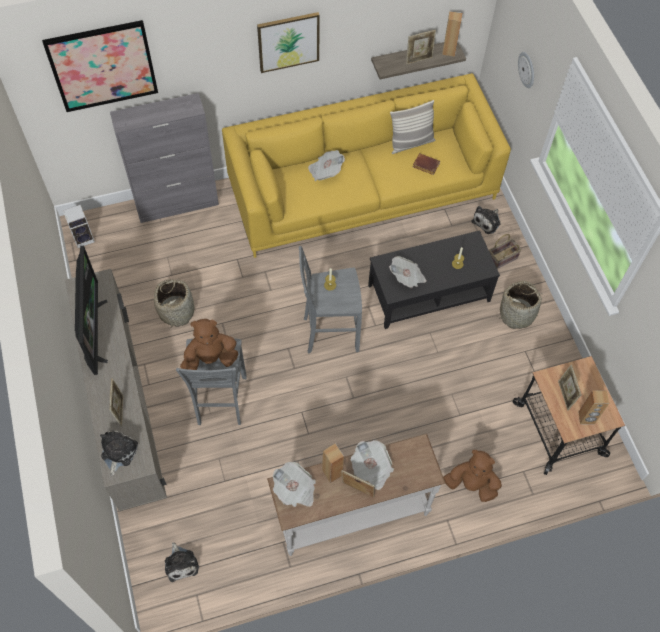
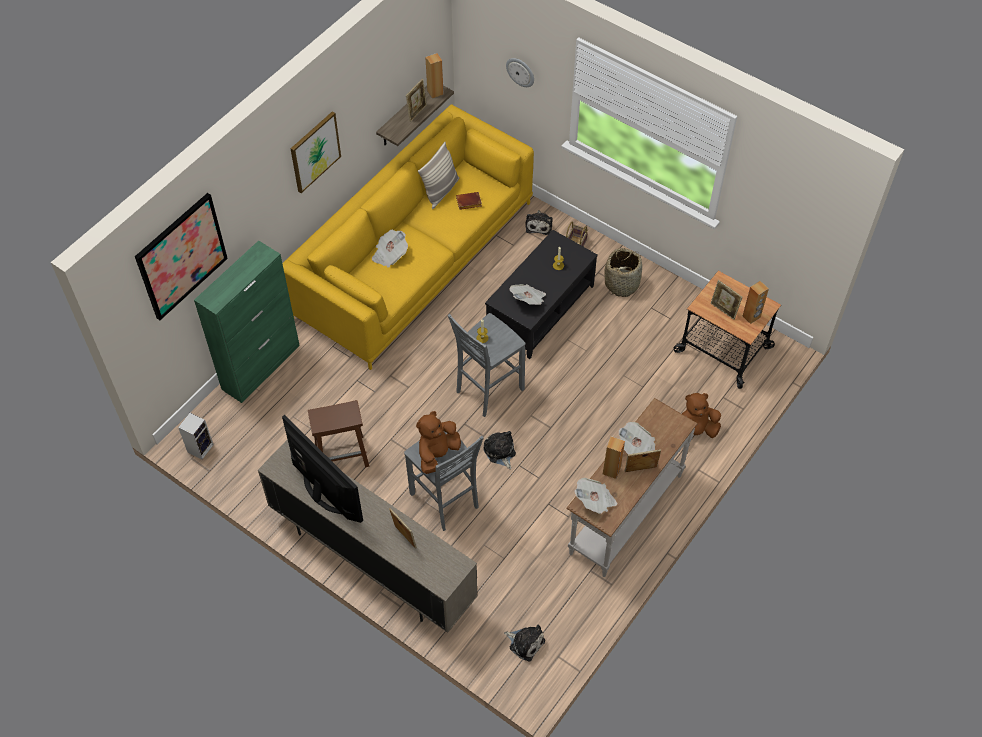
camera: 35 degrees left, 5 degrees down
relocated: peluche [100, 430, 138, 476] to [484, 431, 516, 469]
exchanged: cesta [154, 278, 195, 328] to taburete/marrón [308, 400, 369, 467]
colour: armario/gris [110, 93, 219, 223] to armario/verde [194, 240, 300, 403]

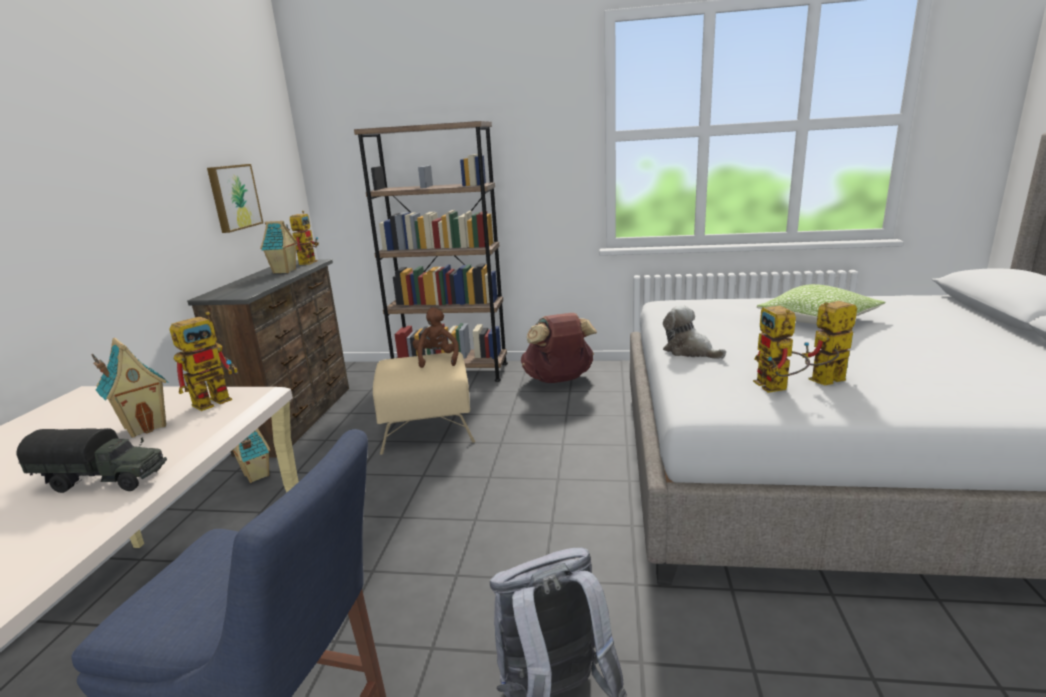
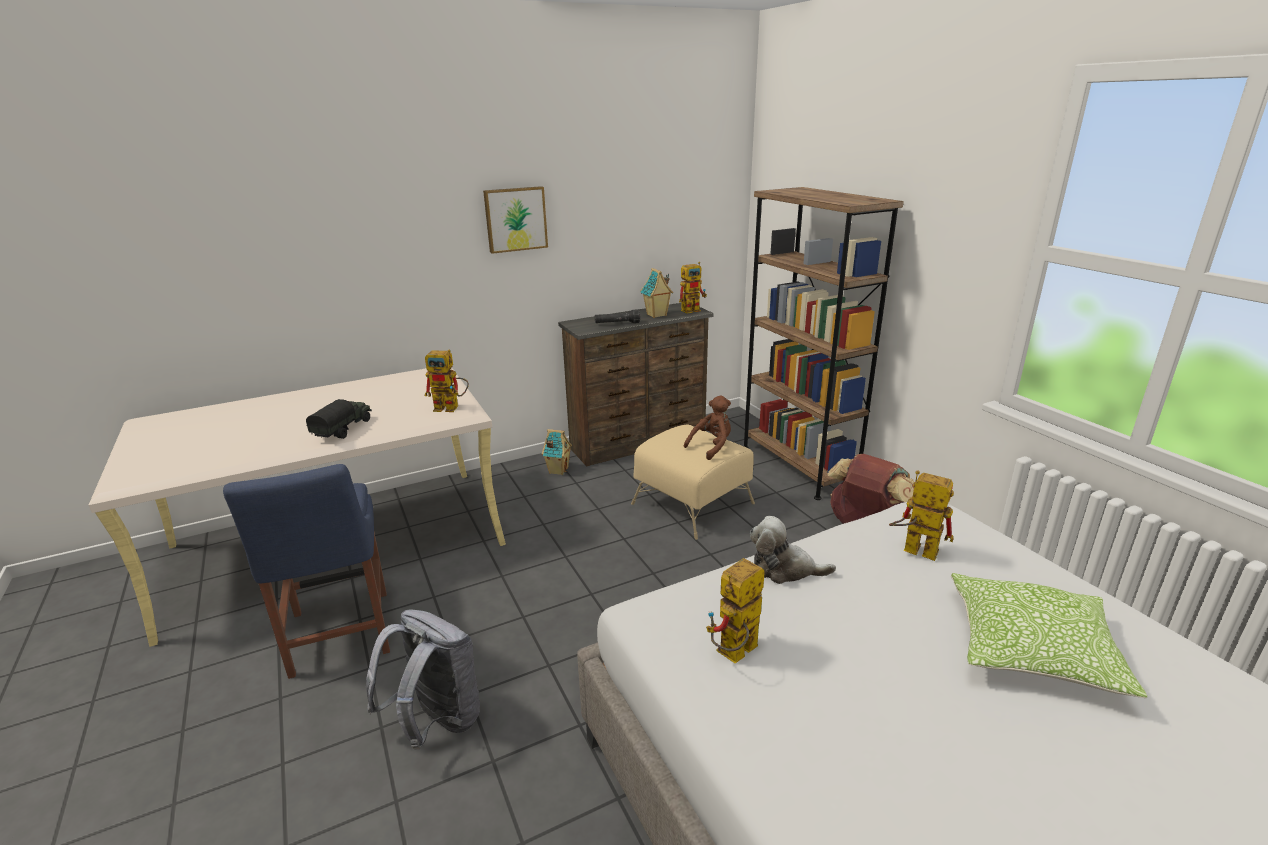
camera: 55 degrees right, 5 degrees up
missing: casita [92, 338, 168, 437]
appeared: linterna/negro [595, 309, 640, 323]
relocated: cuadro [207, 164, 263, 233] to [483, 186, 548, 254]; robot de juguete [802, 301, 857, 386] to [889, 471, 954, 561]
spun: peluche [663, 305, 726, 359] = [750, 516, 836, 584] 90 degrees counterclockwise; camión de juguete [17, 428, 167, 493] = [306, 399, 372, 439] 135 degrees counterclockwise

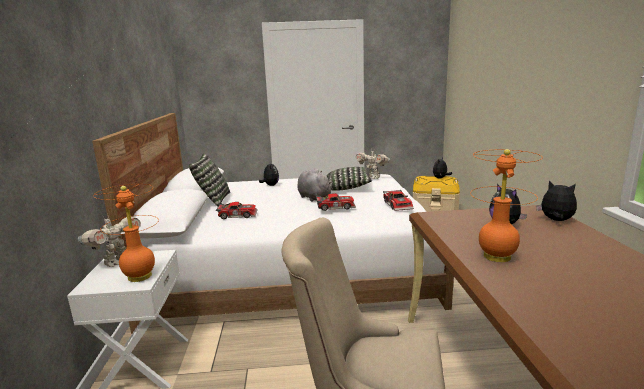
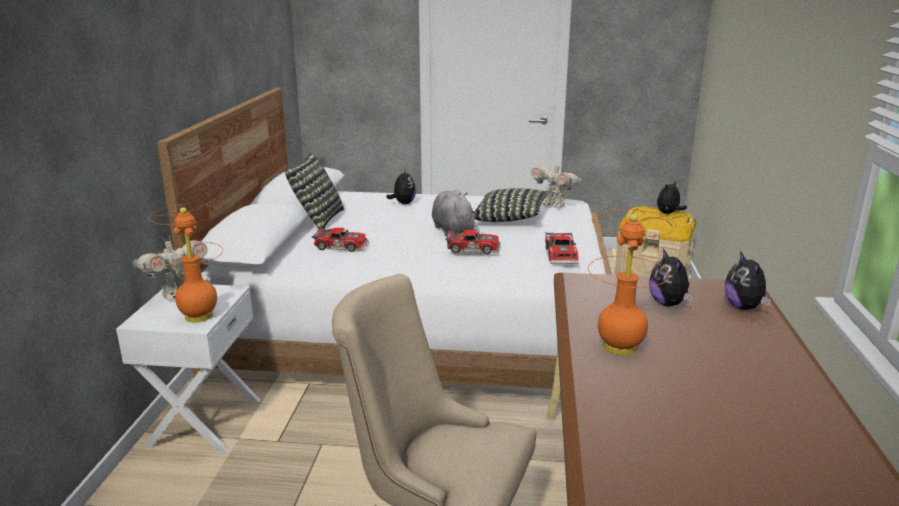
camera: 10 degrees right, 5 degrees up
spun: peluche [536, 181, 577, 221] = [725, 251, 771, 310] 150 degrees counterclockwise

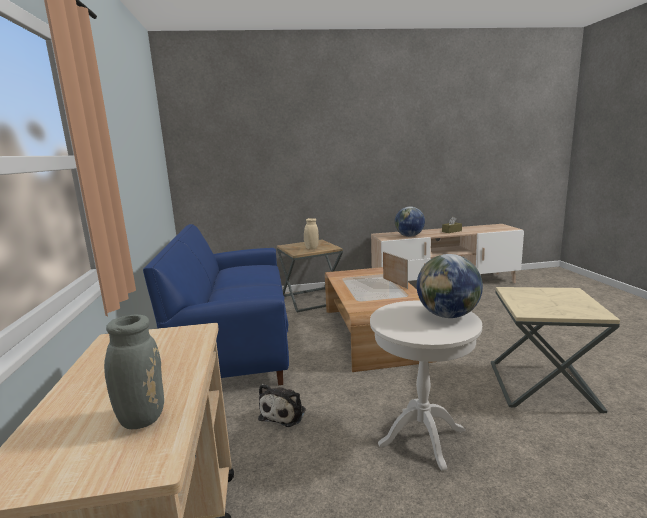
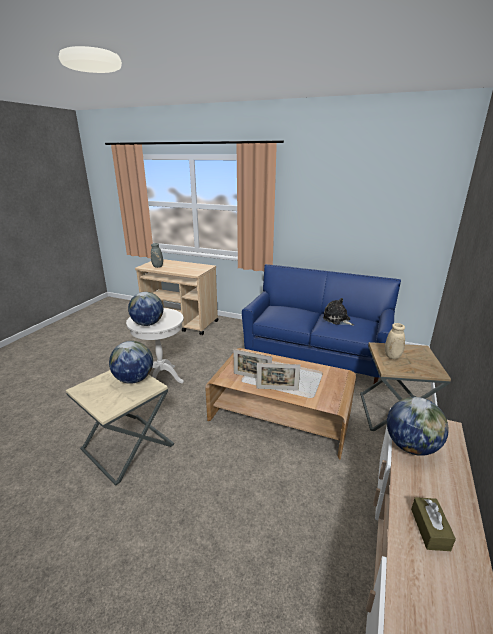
camera: 120 degrees right, 10 degrees up
appeared: globo terráqueo [109, 341, 153, 384]; portarretratos [233, 349, 272, 379]
relocated: peluche [258, 384, 305, 427] to [323, 298, 354, 326]

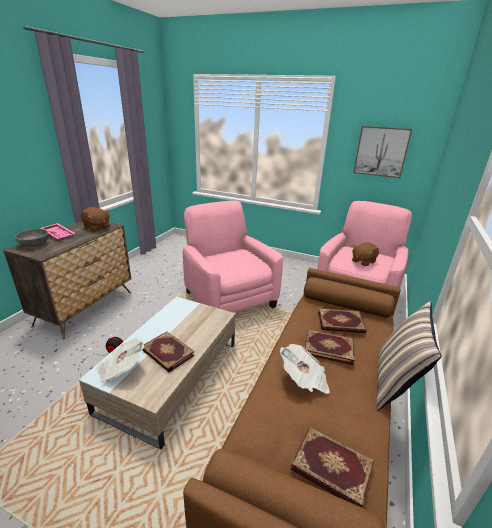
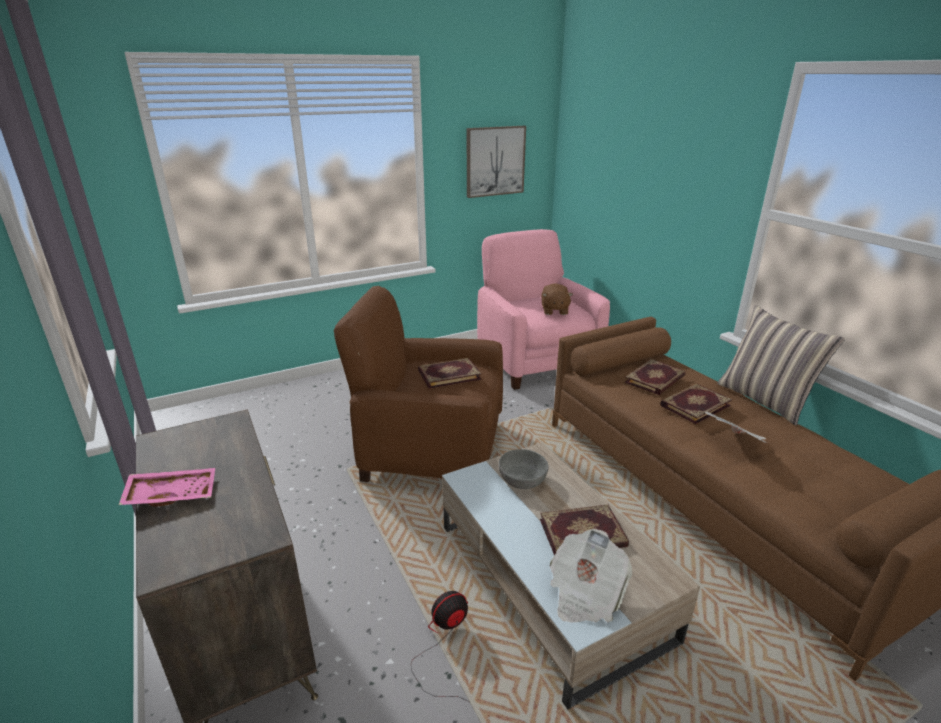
camera: 50 degrees left, 0 degrees up
missing: peluche/marrón [81, 207, 110, 231]
relocated: cuenco/gris [15, 229, 48, 247] to [498, 449, 549, 489]; libro [291, 427, 374, 508] to [418, 358, 481, 389]
colour: sillón/rosa [183, 201, 283, 312] to sillón/marrón [334, 286, 503, 482]

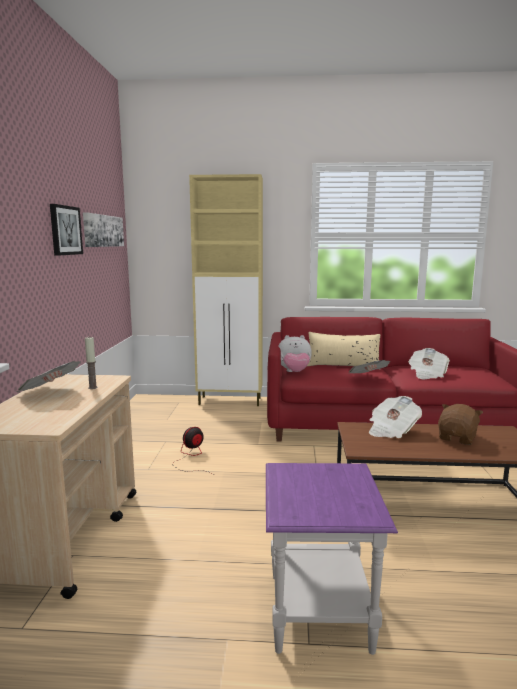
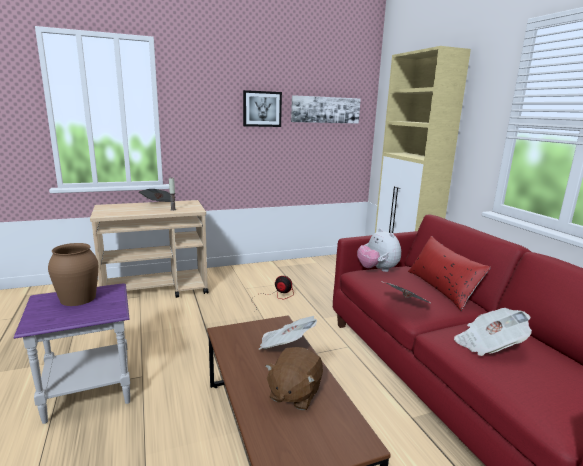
camera: 65 degrees right, 5 degrees up
appeared: florero/marrón [48, 243, 98, 306]
colour: cojín/beis [307, 332, 380, 366] to cojín/rojo [408, 236, 491, 311]
spun: peluche/marrón [438, 404, 483, 445] = [265, 347, 323, 410] 105 degrees clockwise

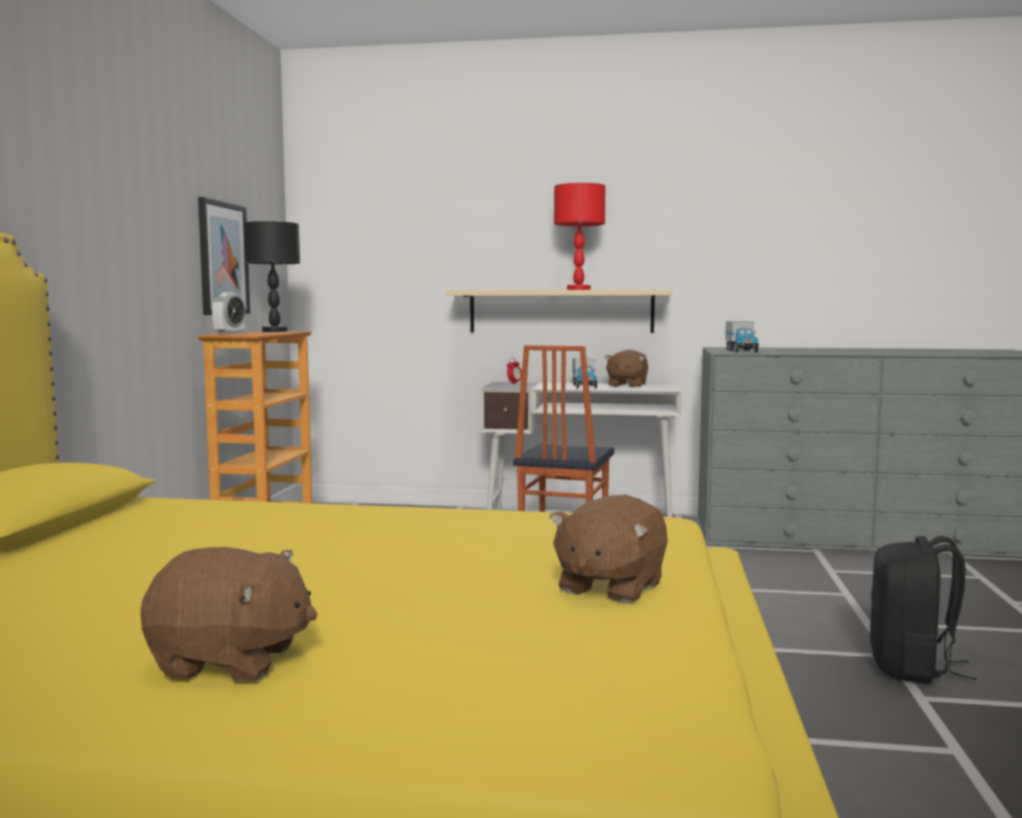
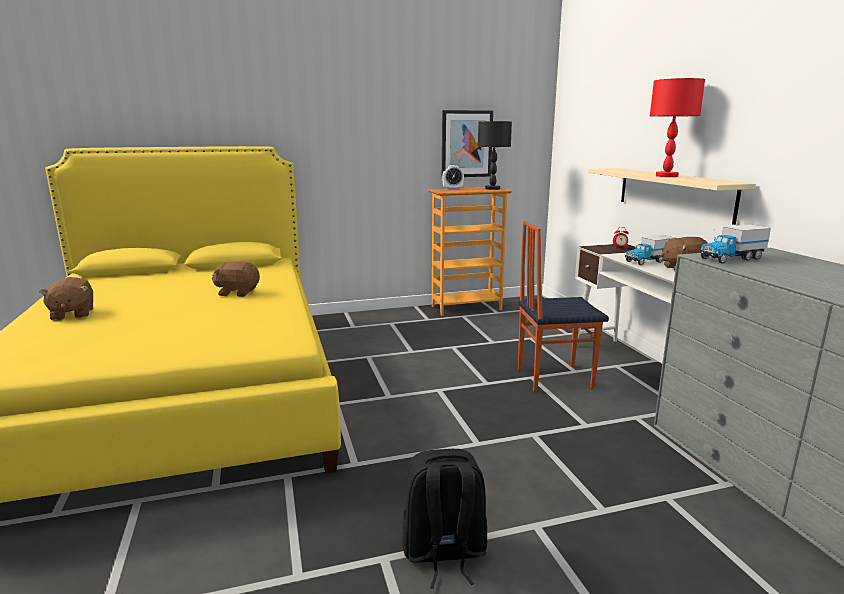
camera: 65 degrees right, 10 degrees up
relocated: peluche/marrón [550, 494, 668, 604] to [212, 261, 260, 297]

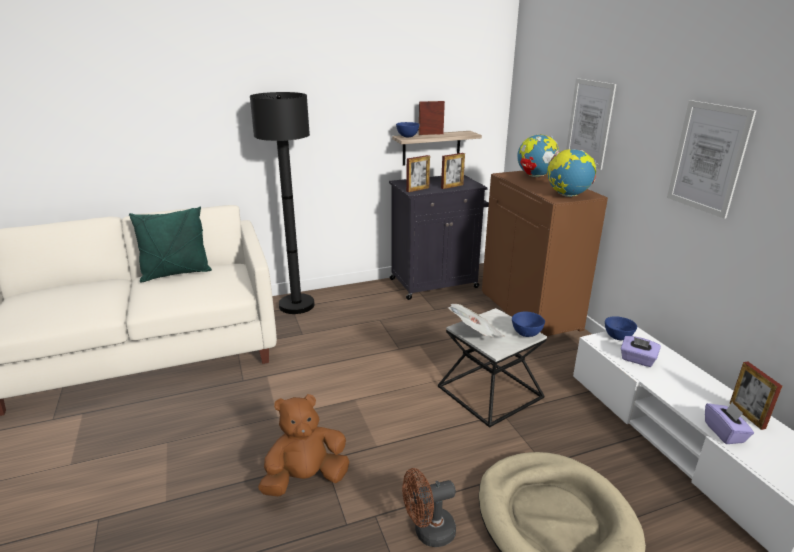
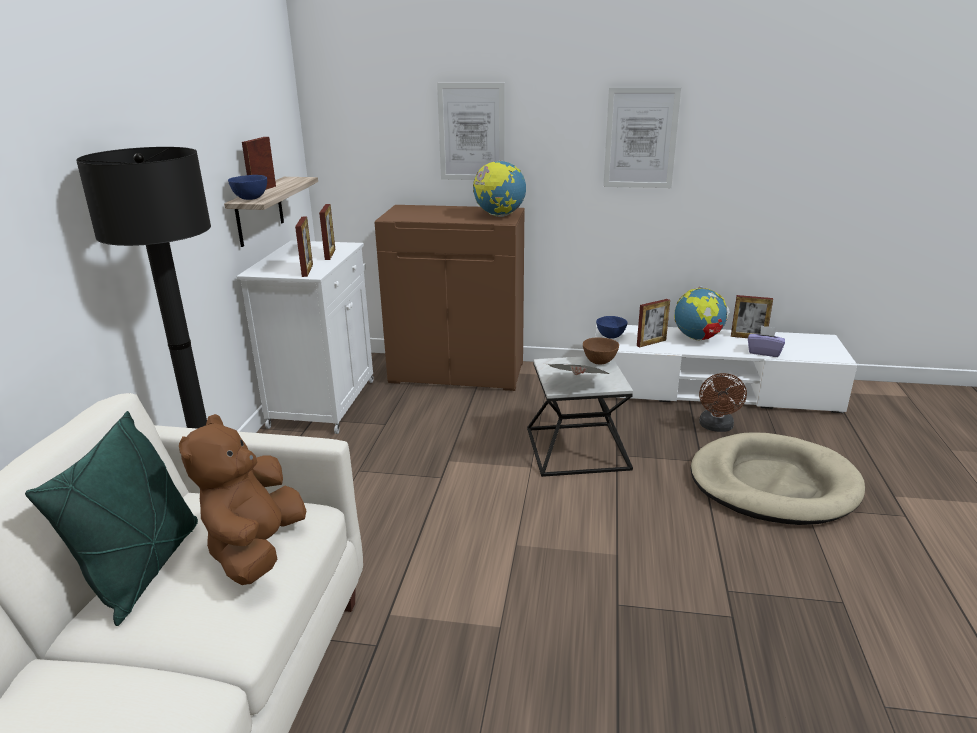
camera: 60 degrees left, 0 degrees up
relocated: globo terráqueo [517, 134, 559, 177] to [674, 286, 730, 341]; peluche/marrón [258, 394, 349, 496] to [179, 414, 306, 585]; ventilador/marrón [402, 468, 456, 547] to [699, 373, 747, 432]
exchanged: caja de pañuelos/morado [621, 336, 661, 367] to portarretratos [637, 299, 670, 347]
colour: armario/negro [389, 175, 489, 300] to armario/blanco [236, 241, 374, 434]; cuenco/azul [512, 312, 545, 337] to cuenco/marrón [583, 337, 619, 364]

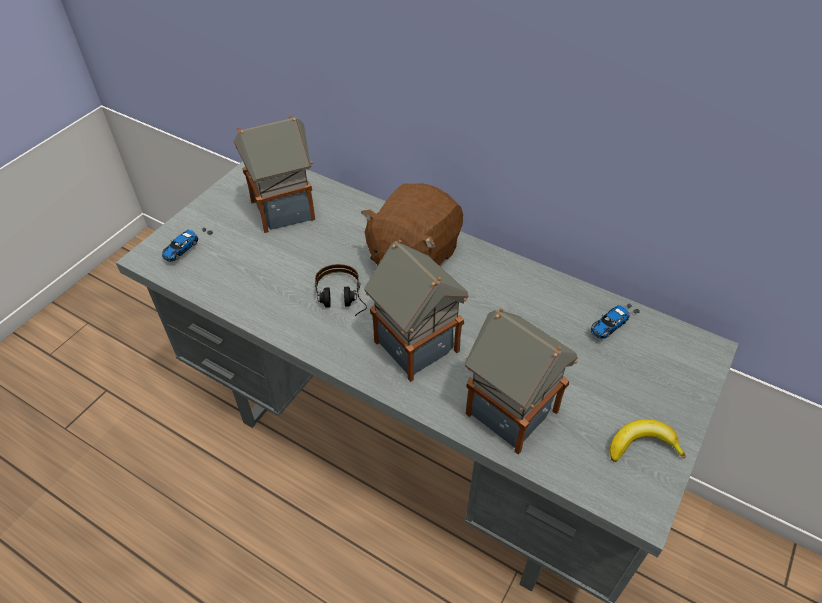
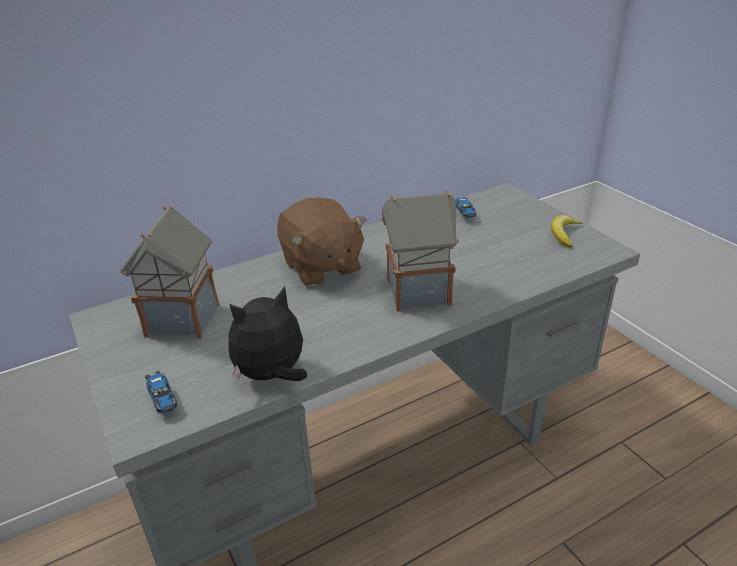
camera: 60 degrees left, 15 degrees down
missing: auriculares [315, 264, 367, 316]; casita [465, 308, 578, 455]
appeared: peluche [228, 286, 307, 384]

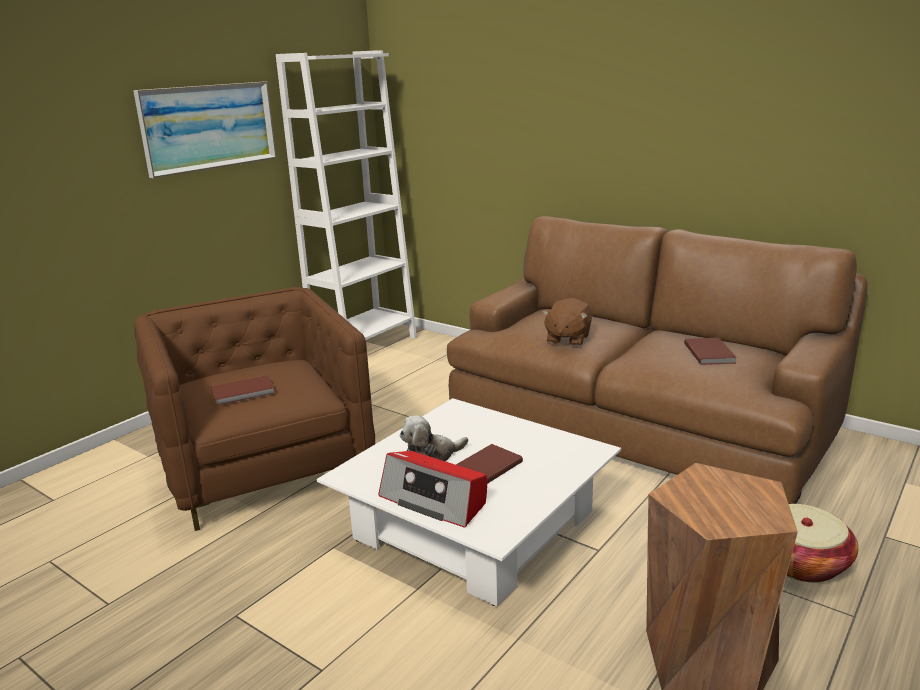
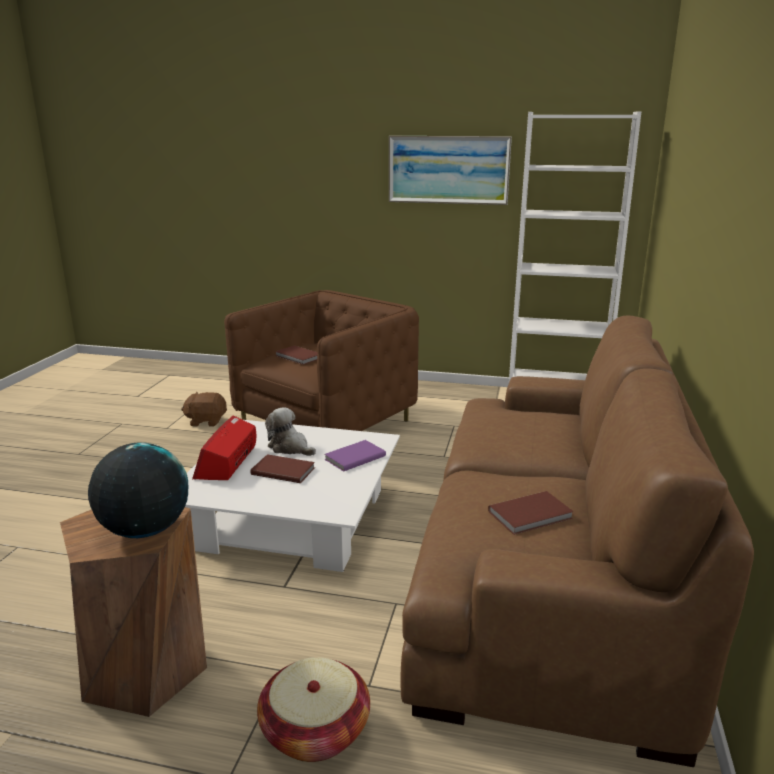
camera: 65 degrees right, 0 degrees up
appeared: libro/morado [324, 440, 386, 472]; globo terráqueo [88, 442, 188, 538]
relocated: peluche/marrón [542, 298, 592, 346] to [181, 392, 227, 426]

